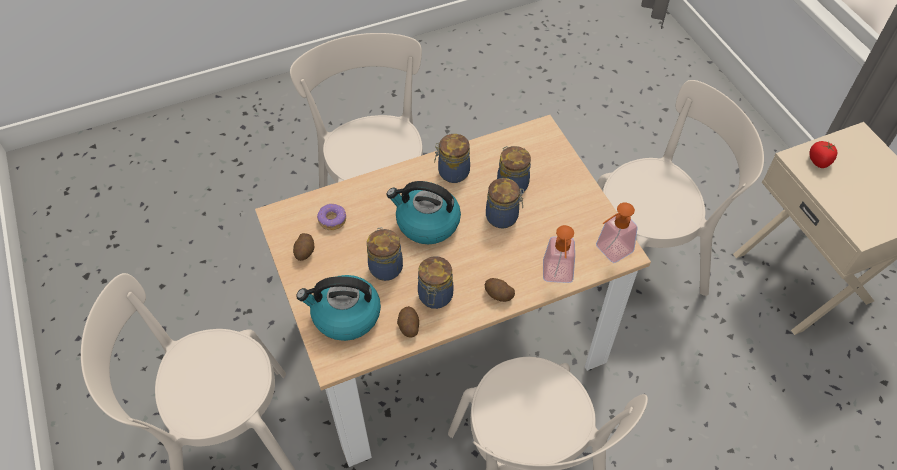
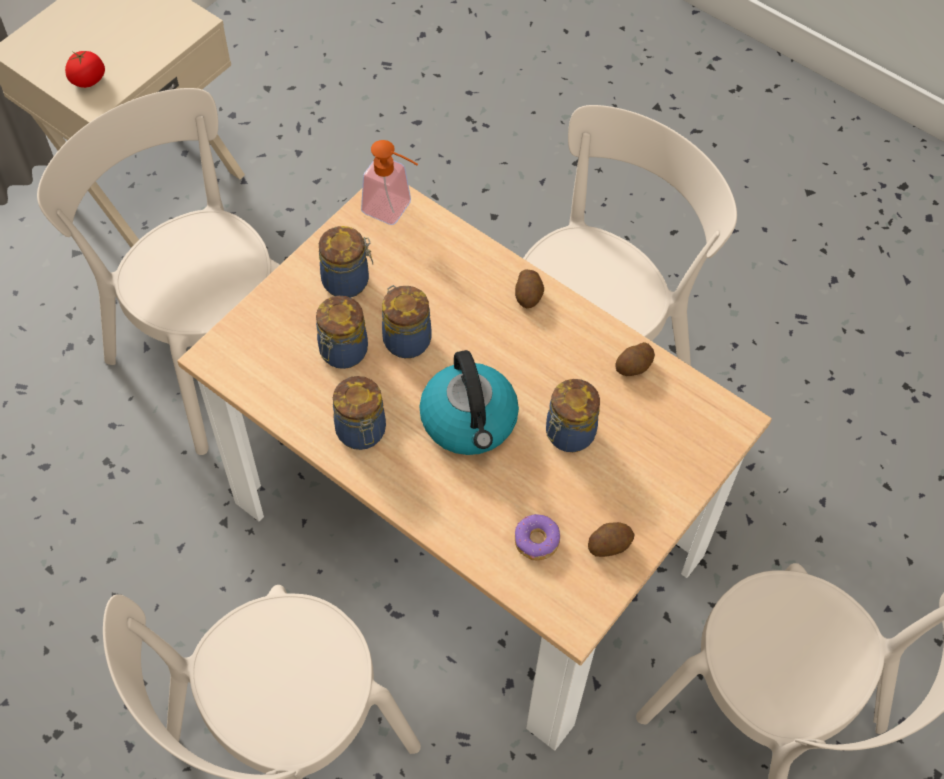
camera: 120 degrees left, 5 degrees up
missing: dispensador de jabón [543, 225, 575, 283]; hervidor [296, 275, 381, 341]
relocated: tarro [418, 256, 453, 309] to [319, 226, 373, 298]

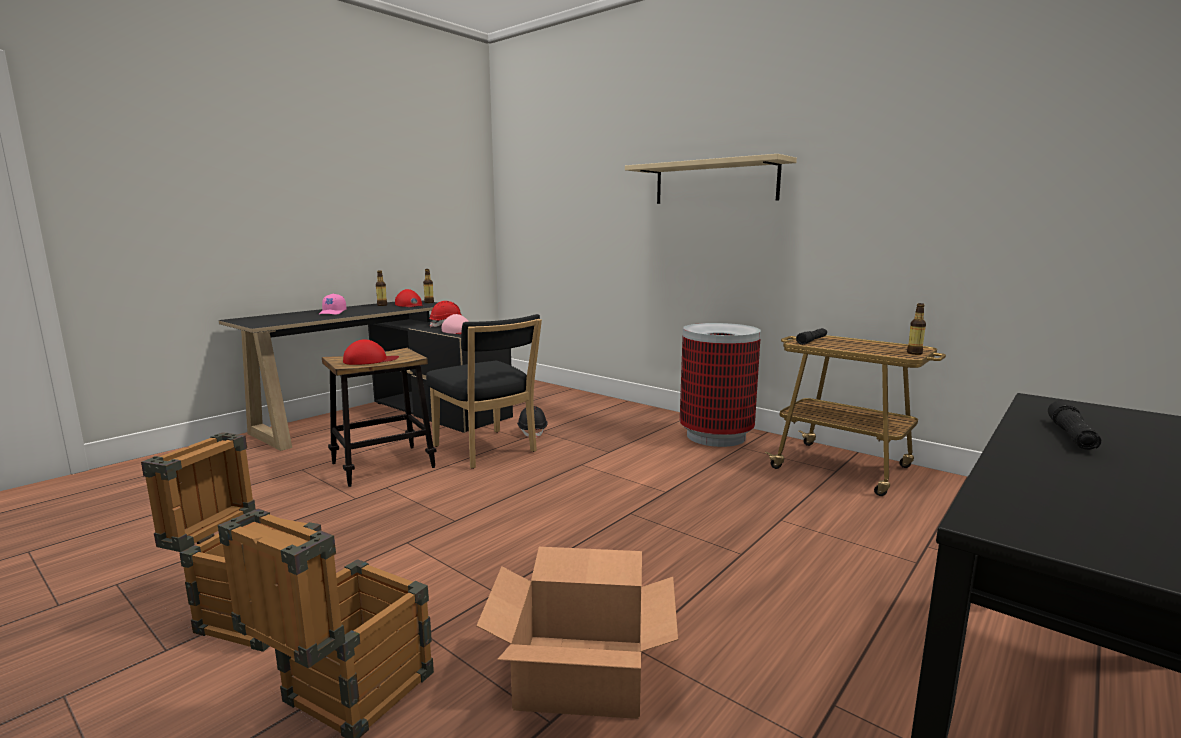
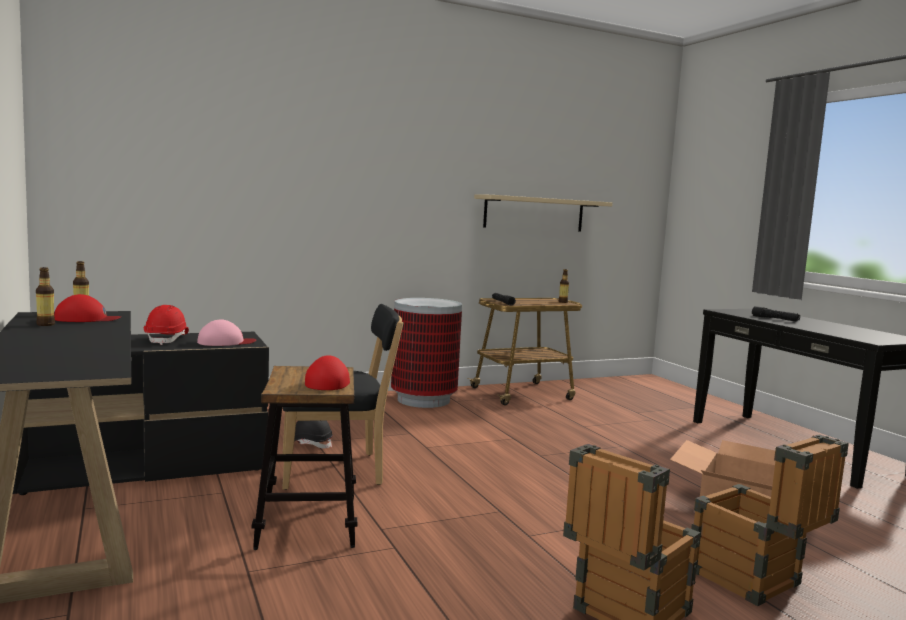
camera: 65 degrees left, 5 degrees down
missing: gorra/rosa [319, 294, 347, 315]
relocated: estante/beis [625, 154, 797, 204] to [474, 195, 612, 231]

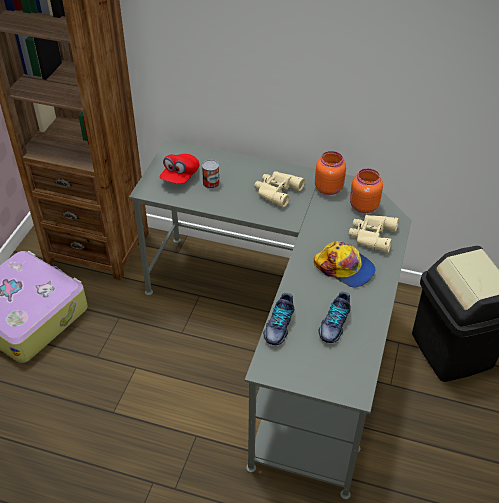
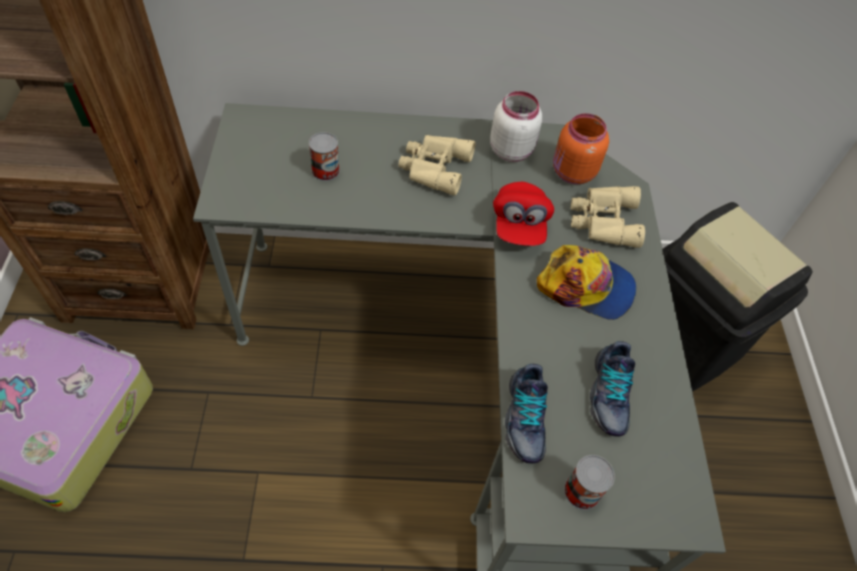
camera: 20 degrees left, 10 degrees up
appeared: lata [564, 455, 615, 510]
relocated: gorra/rojo [160, 154, 199, 184] to [493, 182, 554, 246]
colour: tarro/naranja [315, 151, 346, 195] to tarro/blanco [490, 91, 542, 162]

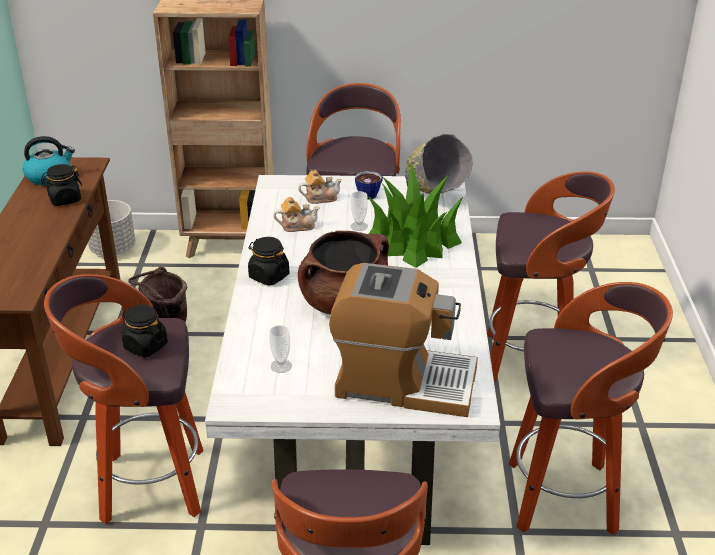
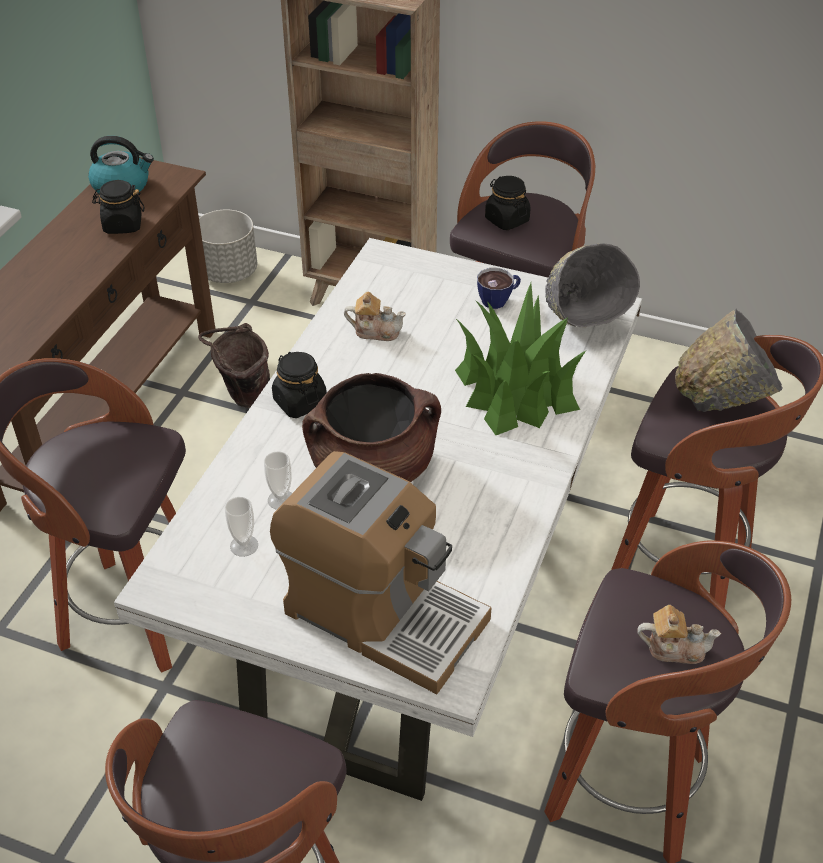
camera: 20 degrees right, 10 degrees up
appeared: cuenco/gris [675, 309, 783, 412]
relocated: tetera [298, 170, 342, 204] to [637, 605, 721, 664]; taza [351, 191, 368, 231] to [264, 451, 292, 510]; tarro/negro [122, 305, 168, 357] to [485, 176, 530, 230]

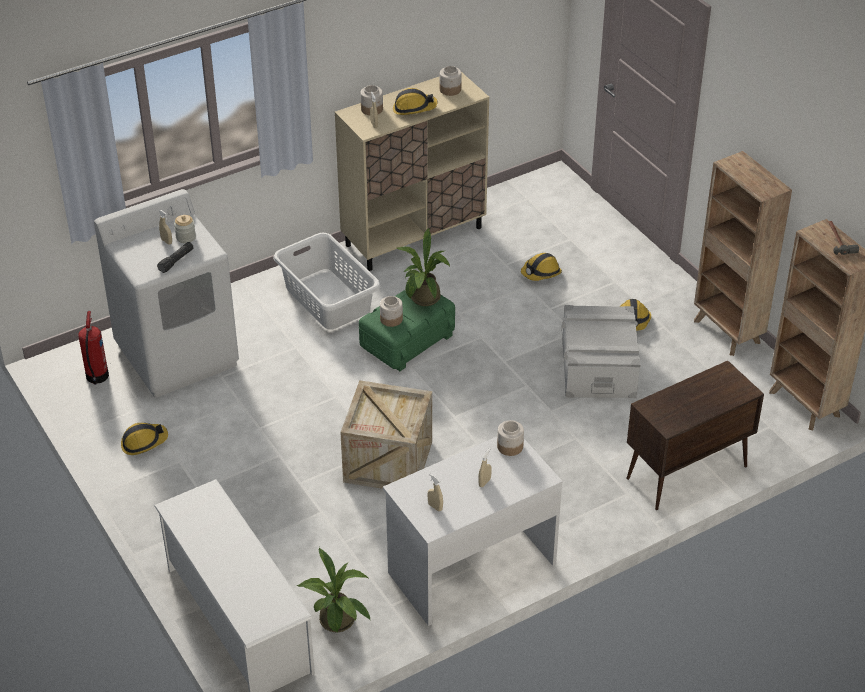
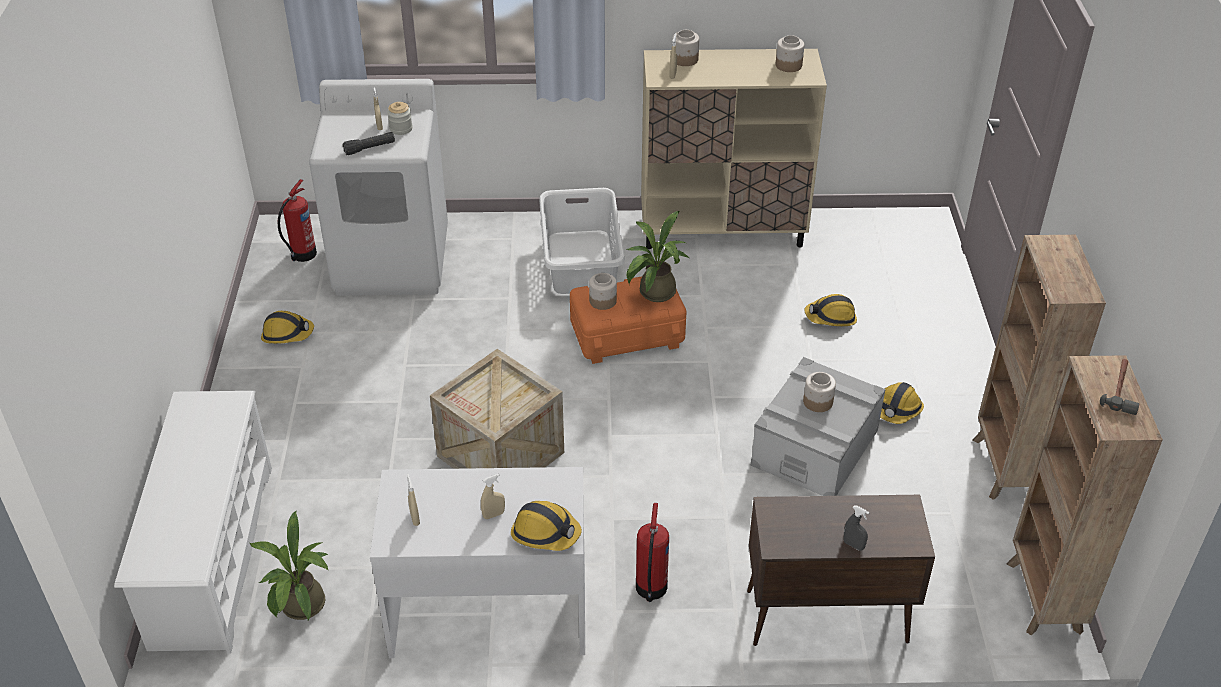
camera: 30 degrees right, 0 degrees up
appeared: extintor [636, 503, 669, 602]; pulverizador/gris [844, 505, 870, 551]
relocated: casco [393, 88, 438, 115] to [511, 501, 582, 551]; tarro [497, 420, 524, 456] to [803, 372, 836, 412]
colour: caja de almacenaje/verde [359, 290, 455, 371] to caja de almacenaje/naranja [570, 276, 686, 364]

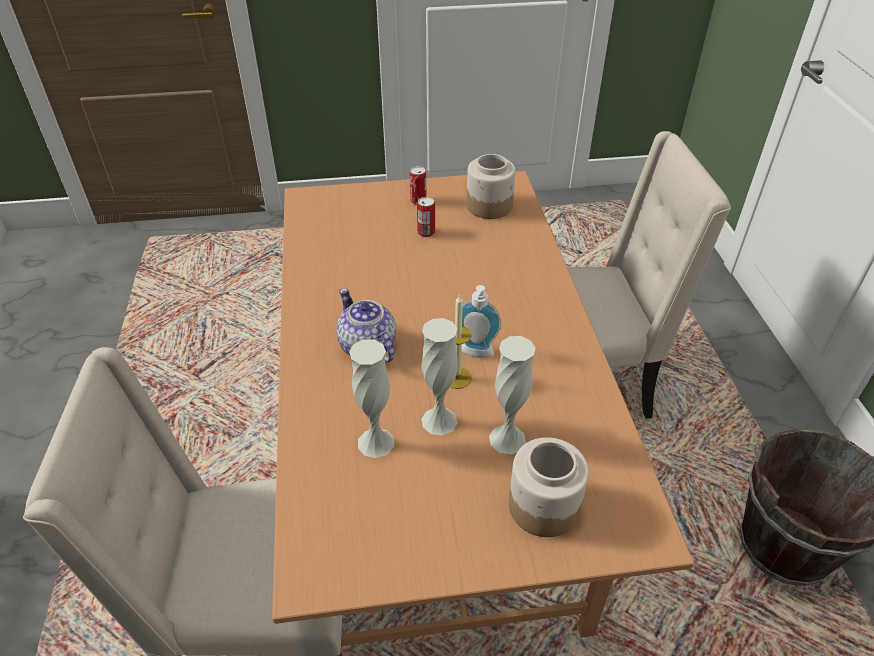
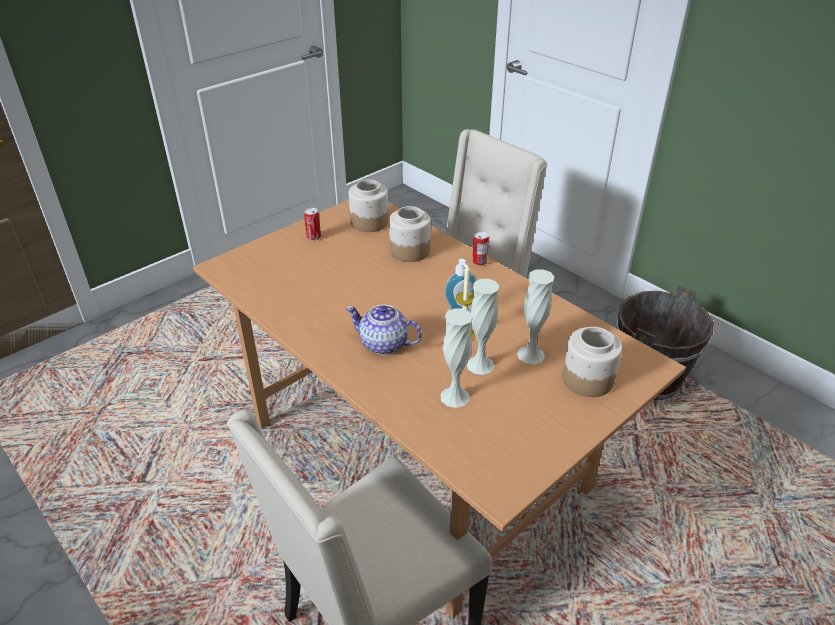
camera: 35 degrees left, 5 degrees down
appeared: tarro [389, 206, 431, 262]
relocated: lata [417, 197, 435, 237] to [472, 231, 489, 266]

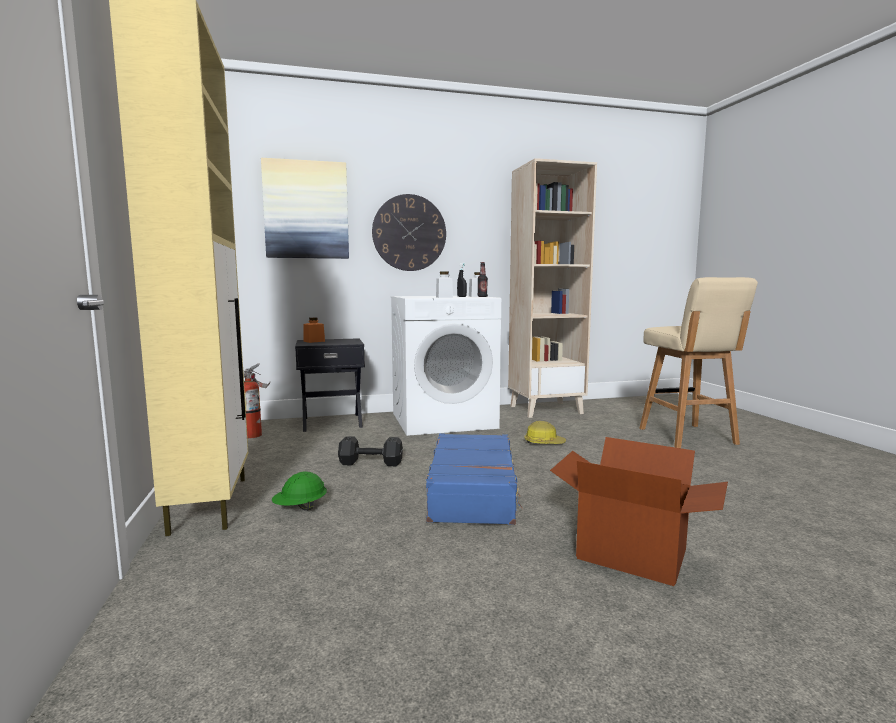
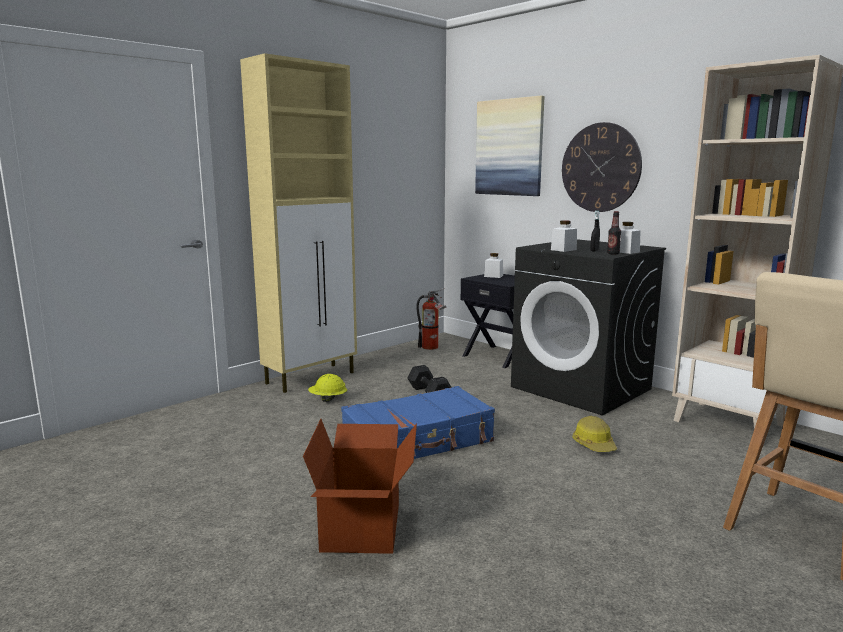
camera: 60 degrees right, 5 degrees up
colour: lavadora/blanco [391, 296, 501, 436] to lavadora/negro [511, 239, 666, 416]; tarro/naranja [304, 317, 325, 343] to tarro/blanco [484, 253, 503, 278]; casco/verde [272, 472, 327, 511] to casco/amarillo [308, 374, 347, 402]

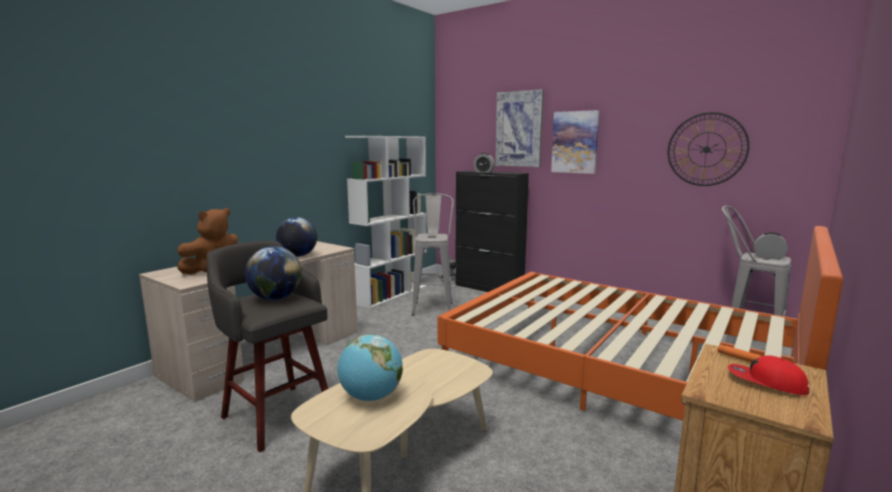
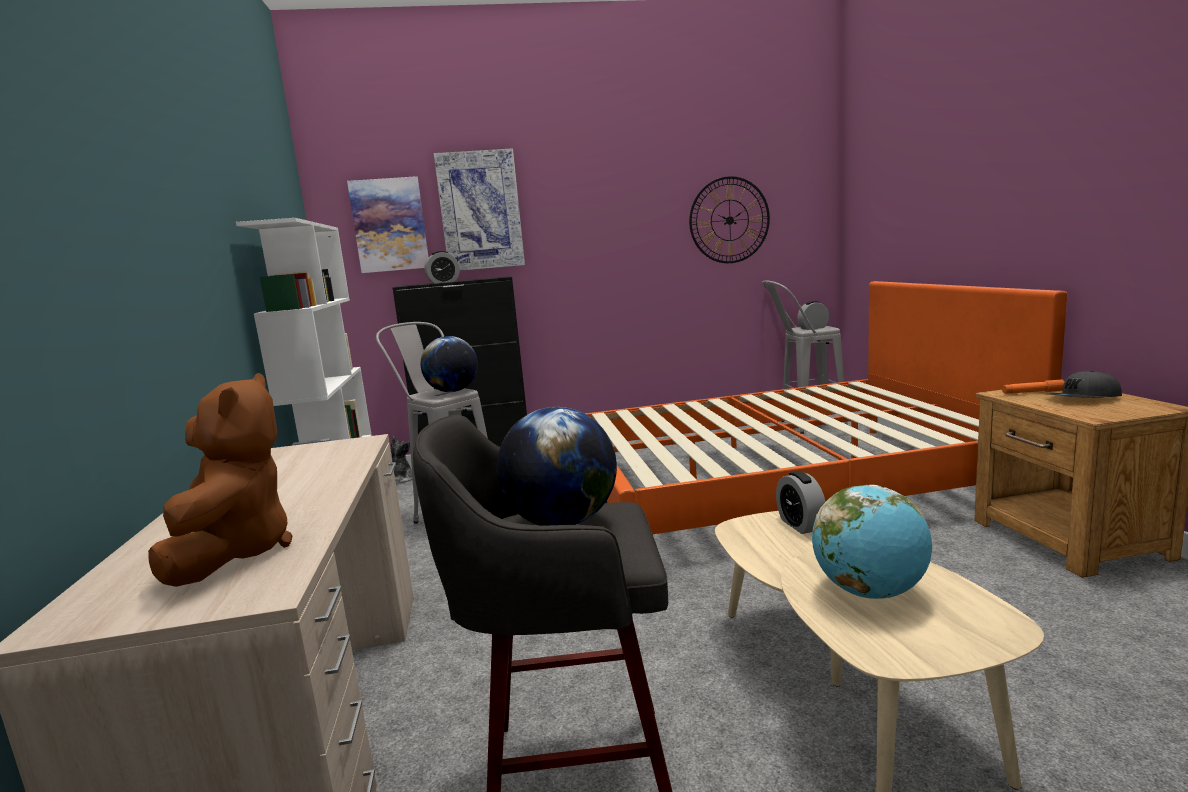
camera: 45 degrees left, 0 degrees up
appeared: despertador [776, 471, 826, 534]
relocated: cuadro [551, 110, 600, 174] to [347, 176, 429, 273]; globo terráqueo [276, 217, 317, 257] to [421, 336, 478, 392]
colour: gorra/rojo [728, 355, 809, 395] to gorra/gris [1049, 371, 1122, 398]

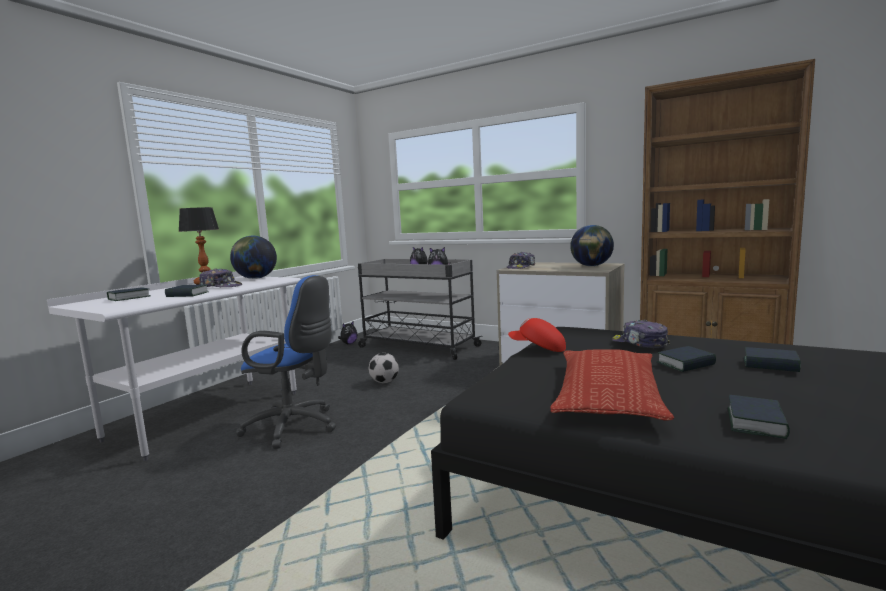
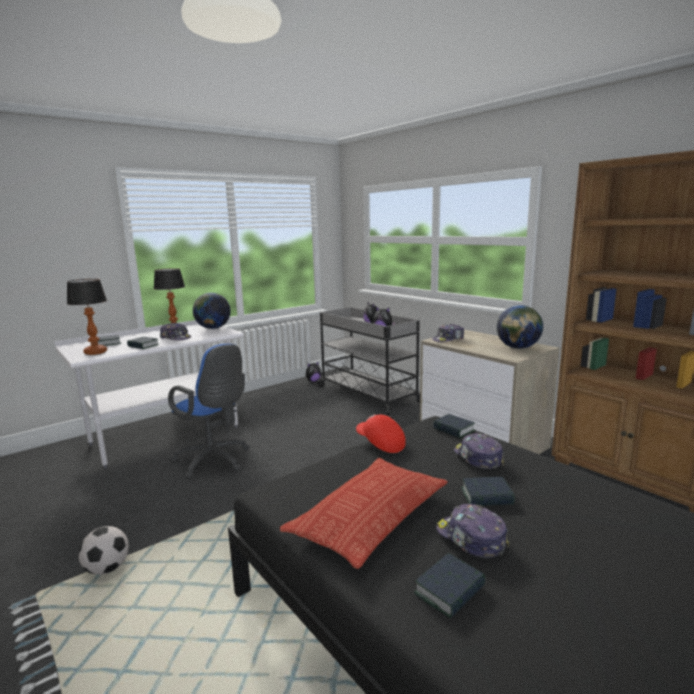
camera: 20 degrees right, 5 degrees up
appeared: lámpara de mesa [67, 279, 107, 355]; gorra [436, 504, 510, 558]
relocated: libro [744, 347, 801, 372] to [433, 414, 475, 438]; balón de fútbol [369, 353, 399, 383] to [78, 526, 129, 575]

